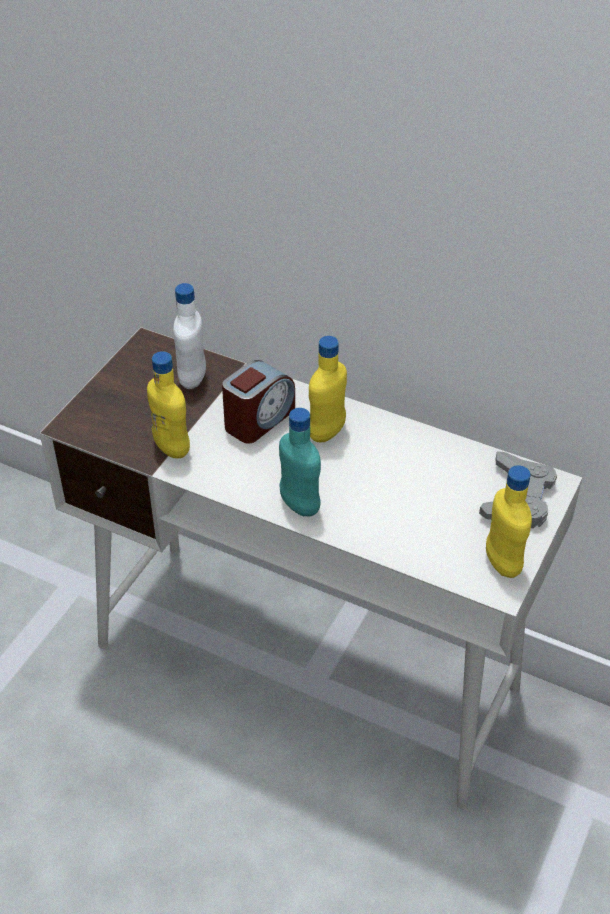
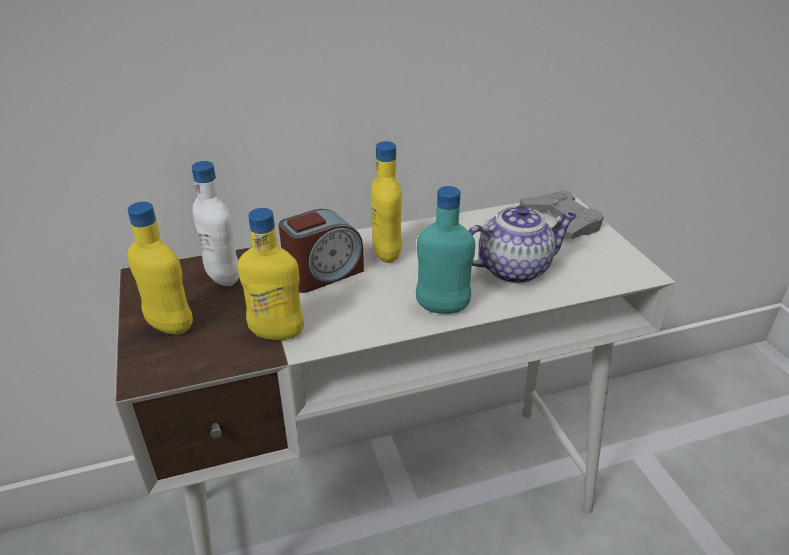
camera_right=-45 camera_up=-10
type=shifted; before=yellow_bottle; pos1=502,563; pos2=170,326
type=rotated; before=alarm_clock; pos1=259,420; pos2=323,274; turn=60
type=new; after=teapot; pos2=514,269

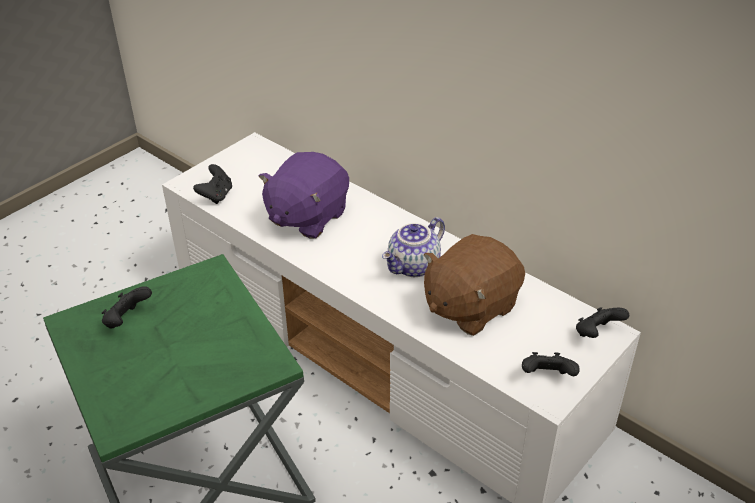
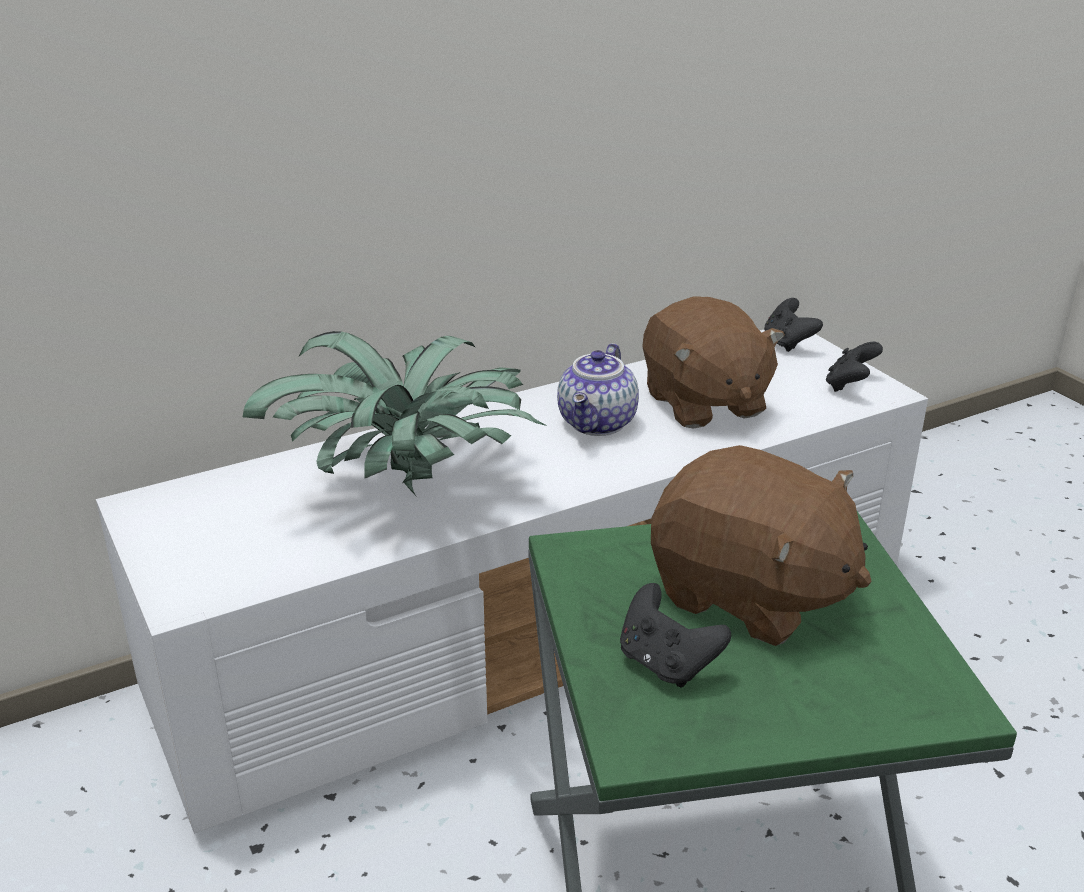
camera_right=-70 camera_up=-10
type=swapped; before=purple_plush_toy; after=potted_plant; pos1=306,217; pos2=410,488
type=rotated; before=teapot; pos1=414,267; pos2=599,424; turn=45
type=new; after=brown_plush_toy; pos2=750,595
type=gone; before=black_game_controller; pos1=216,195

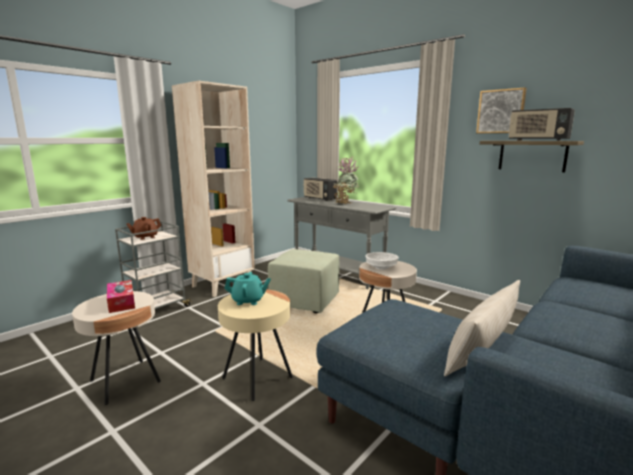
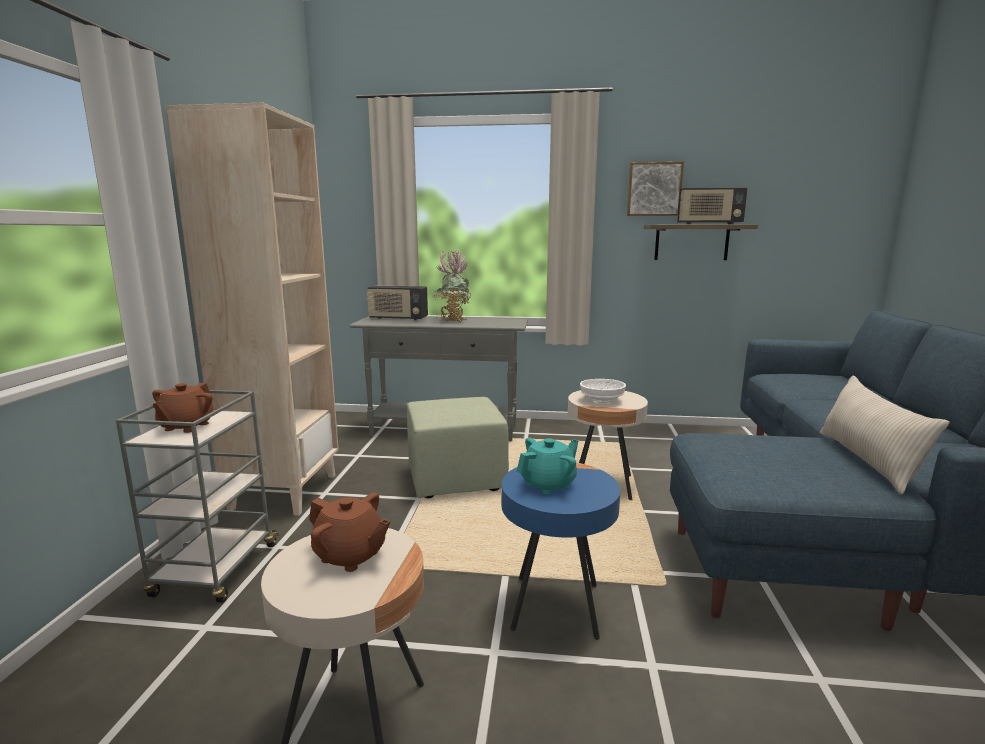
camera_right=-35 camera_up=0
type=swapped; before=tissue_box; after=brown_teapot; pos1=121,302; pos2=350,556
type=repainted; before=beige_side_table; after=blue_side_table; pos1=257,378; pos2=556,606

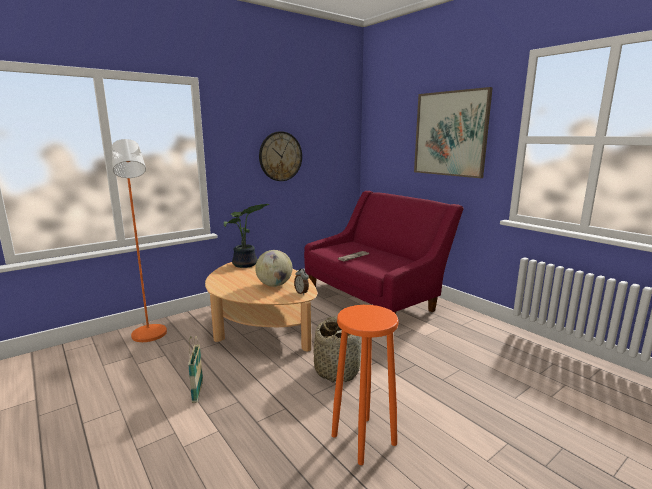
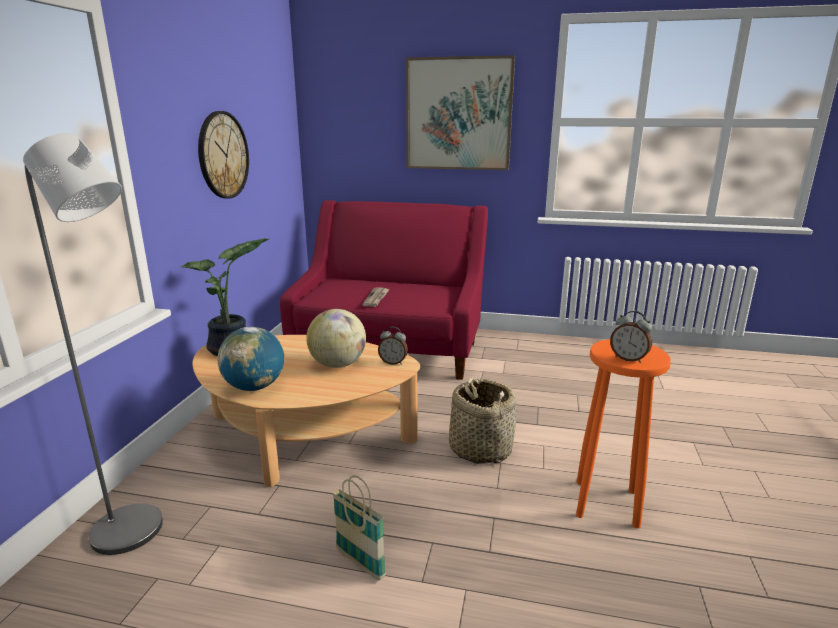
camera_right=-40 camera_up=5
type=repainted; before=orange_floor_lamp; after=grey_floor_lamp; pos1=150,337; pos2=137,533
type=new; after=globe; pos2=254,387
type=new; after=alarm_clock; pos2=628,358

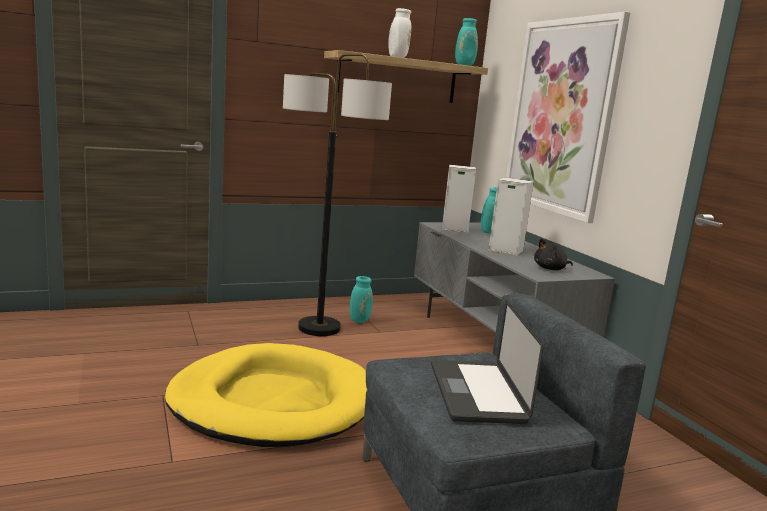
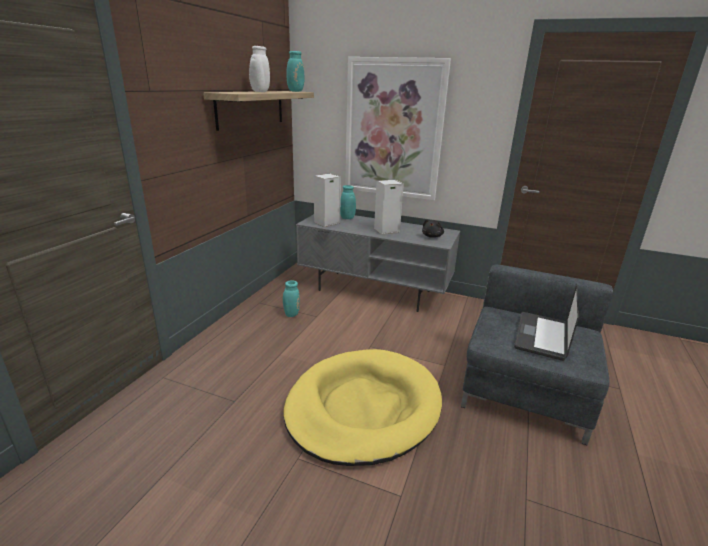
camera_right=-45 camera_up=10
type=rotated; before=laptop; pos1=476,392; pos2=541,336; turn=75
type=gone; before=floor_lamp; pos1=319,328

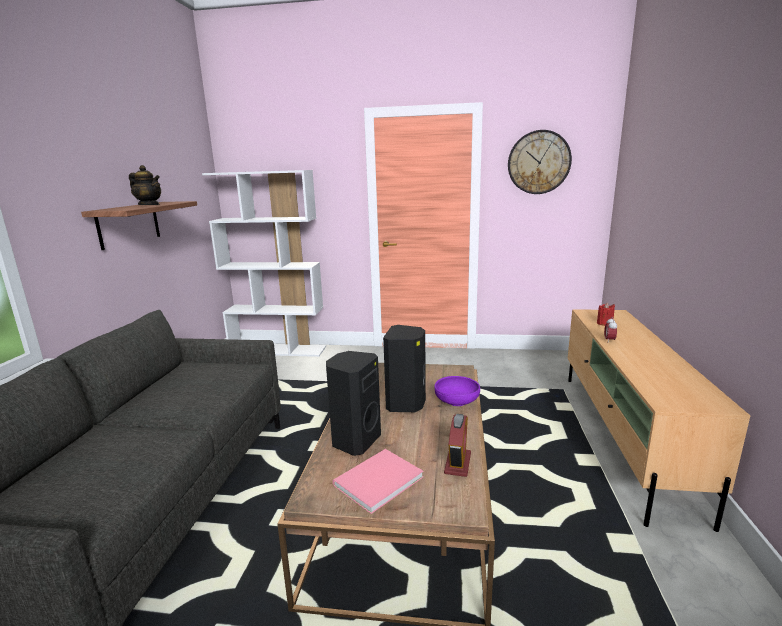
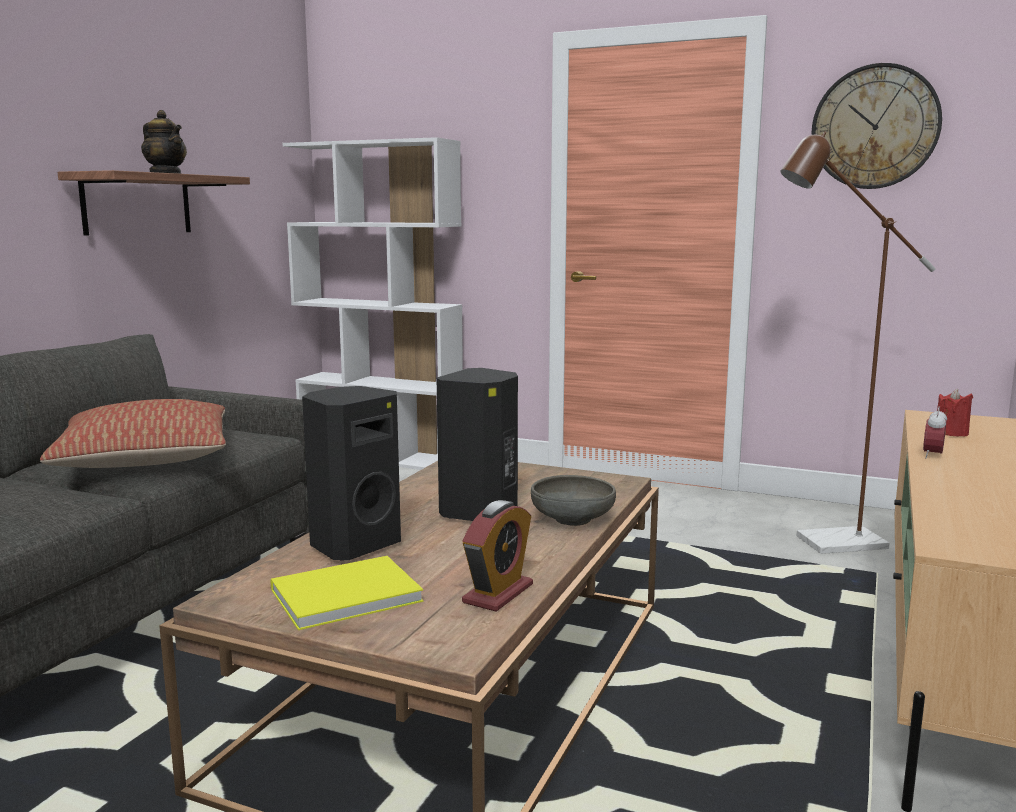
camera_right=15 camera_up=-5
type=new; after=pillow; pos2=145,459
type=repainted; before=pink_book; after=yellow_book; pos1=375,481; pos2=341,595
type=repainted; before=purple_bowl; after=grey_bowl; pos1=456,402; pos2=572,519
type=new; after=brown_floor_lamp; pos2=827,543

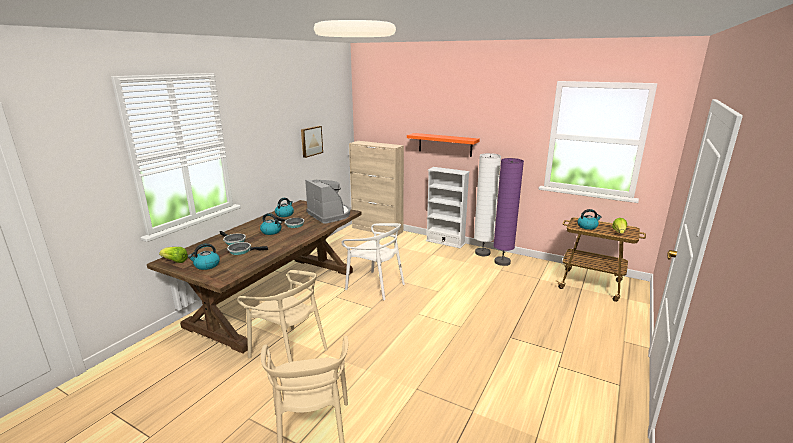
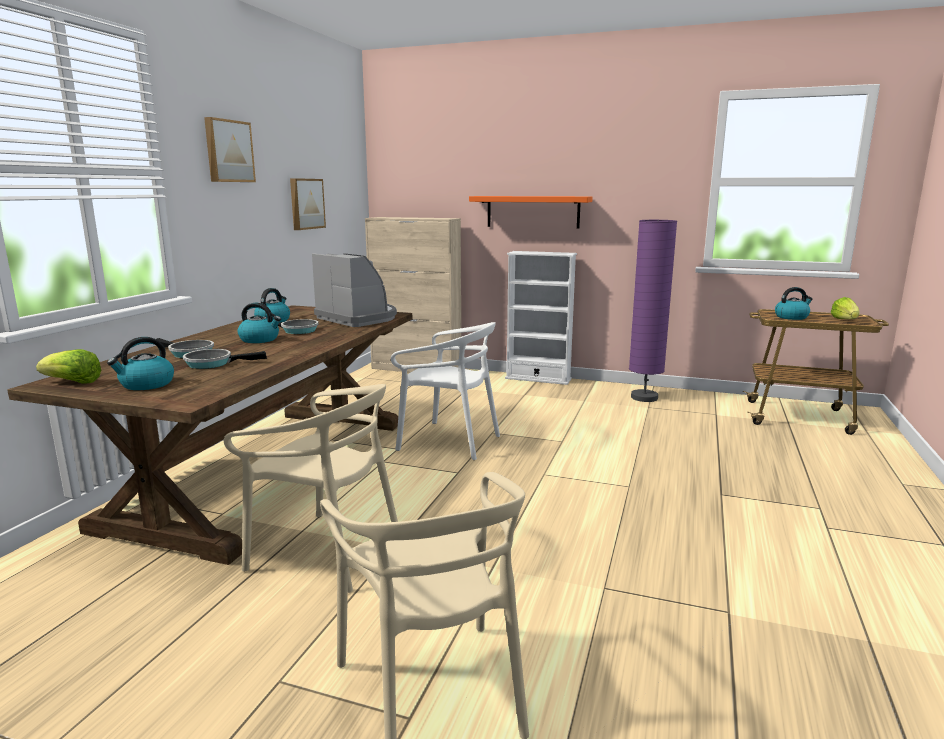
camera_right=-10 camera_up=-5
type=new; after=picture; pos2=228,151
type=gone; before=white_floor_lamp; pos1=482,253

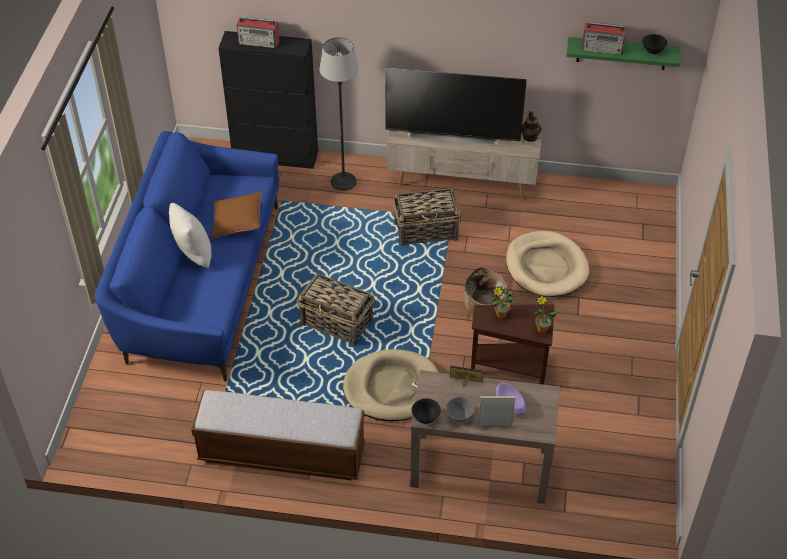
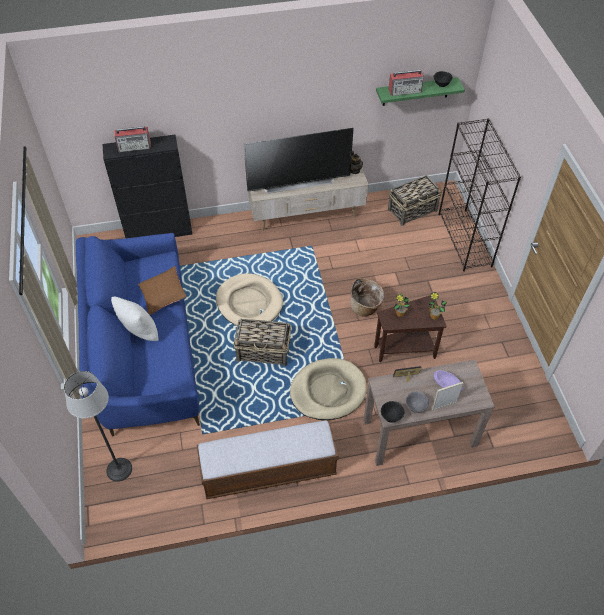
camera_right=-20 camera_up=5
type=shifted; before=floor_lamp; pos1=343,181; pos2=119,469
type=shifted; before=beige_dog_bed; pos1=546,267; pos2=249,302
type=shifted; before=basket; pos1=426,231; pos2=413,210
type=new; after=black_bookcase; pos2=465,240

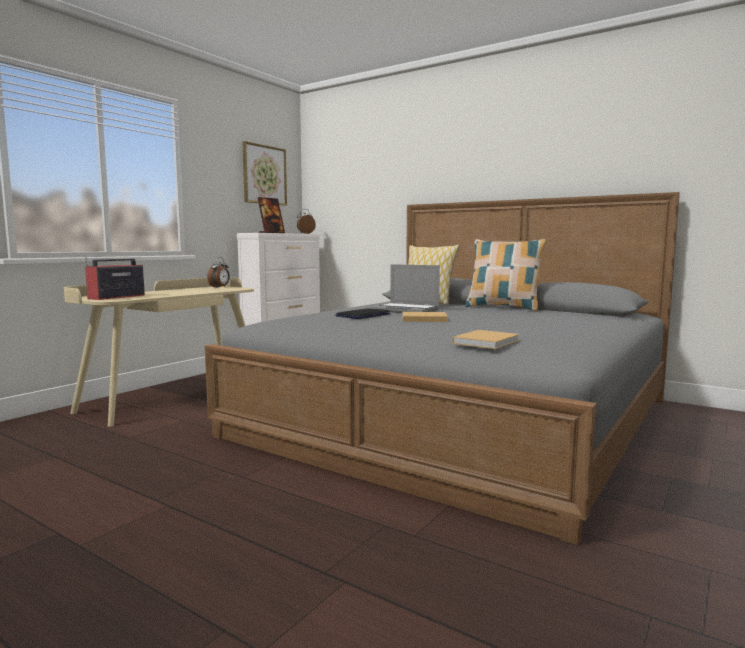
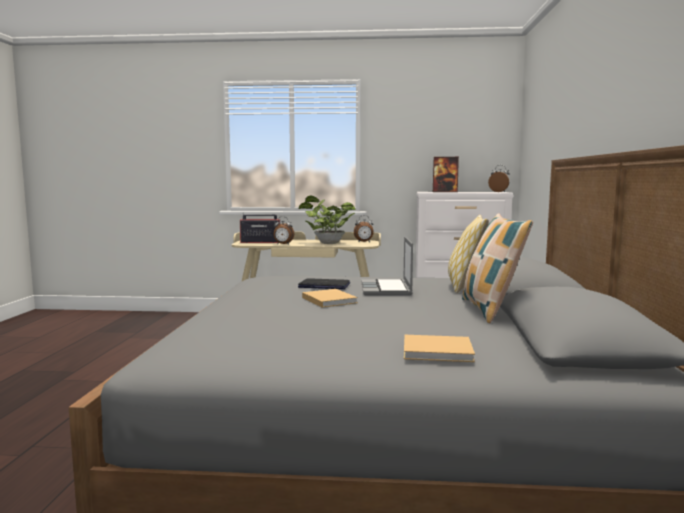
camera_right=60 camera_up=0
type=new; after=alarm_clock; pos2=283,244
type=new; after=potted_plant; pos2=327,243
type=shifted; before=beige_book; pos1=487,341; pos2=439,351
type=gone; before=picture; pos1=264,175

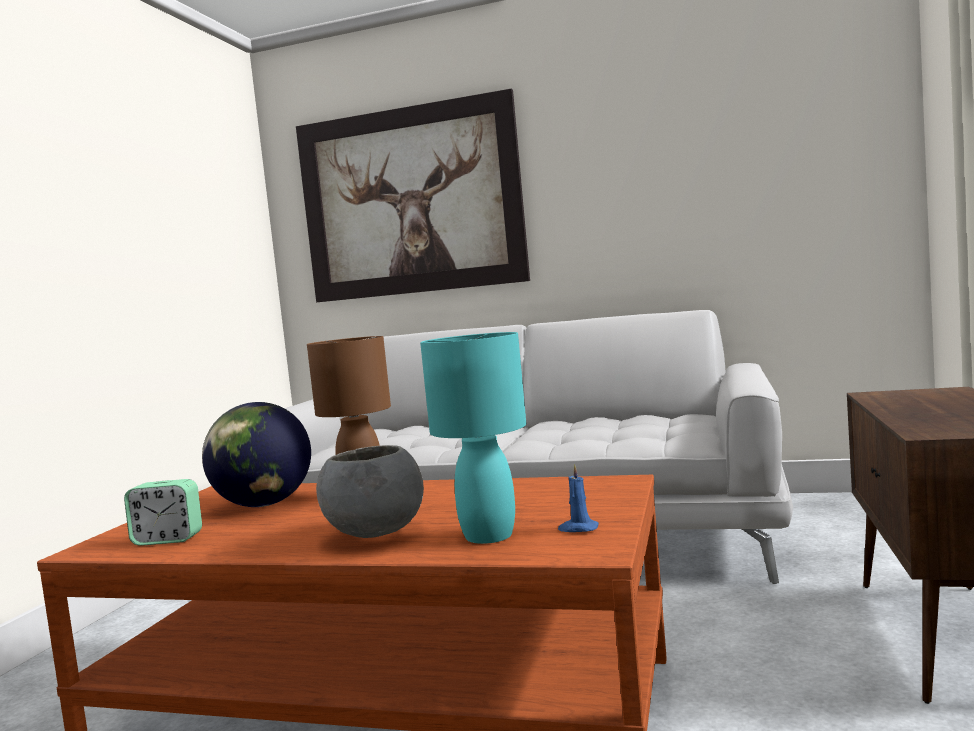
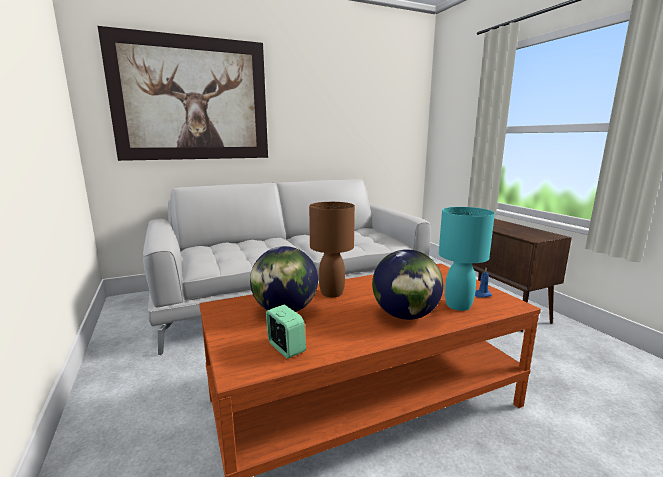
camera_right=-40 camera_up=10
type=rotated; before=alarm_clock; pos1=168,539; pos2=286,348; turn=-90
type=swapped; before=grey_bowl; after=globe; pos1=375,534; pos2=405,315

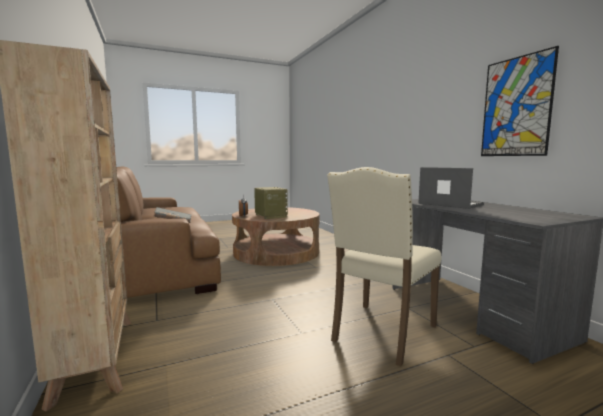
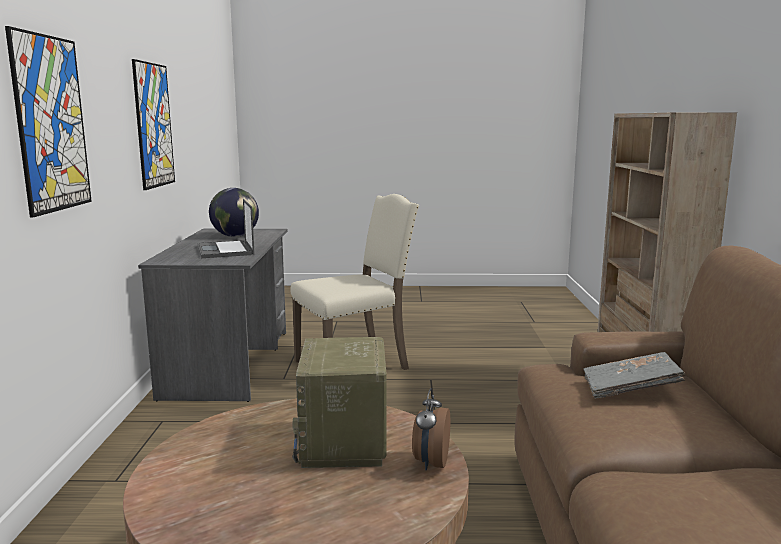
camera_right=-155 camera_up=5
type=new; after=picture; pos2=51,124
type=new; after=globe; pos2=235,236

